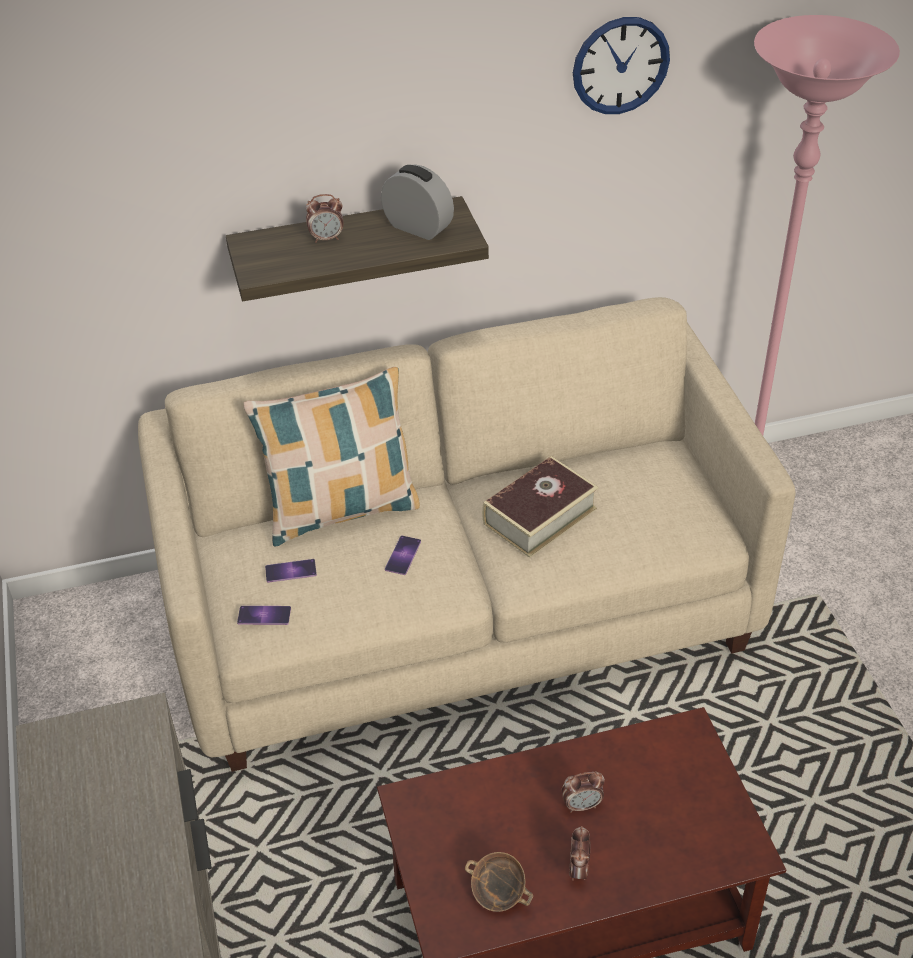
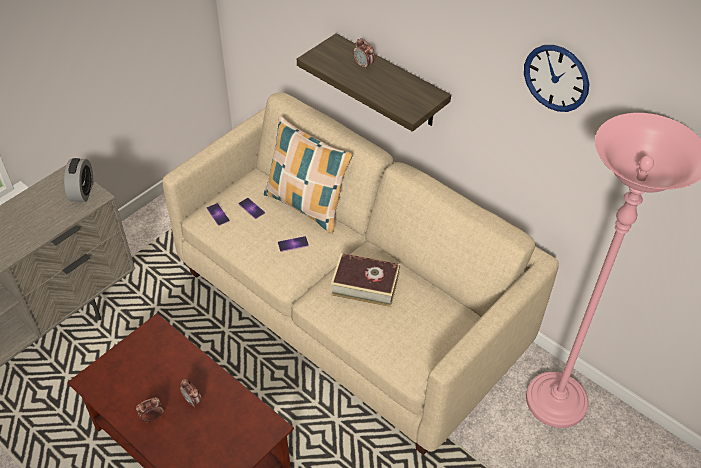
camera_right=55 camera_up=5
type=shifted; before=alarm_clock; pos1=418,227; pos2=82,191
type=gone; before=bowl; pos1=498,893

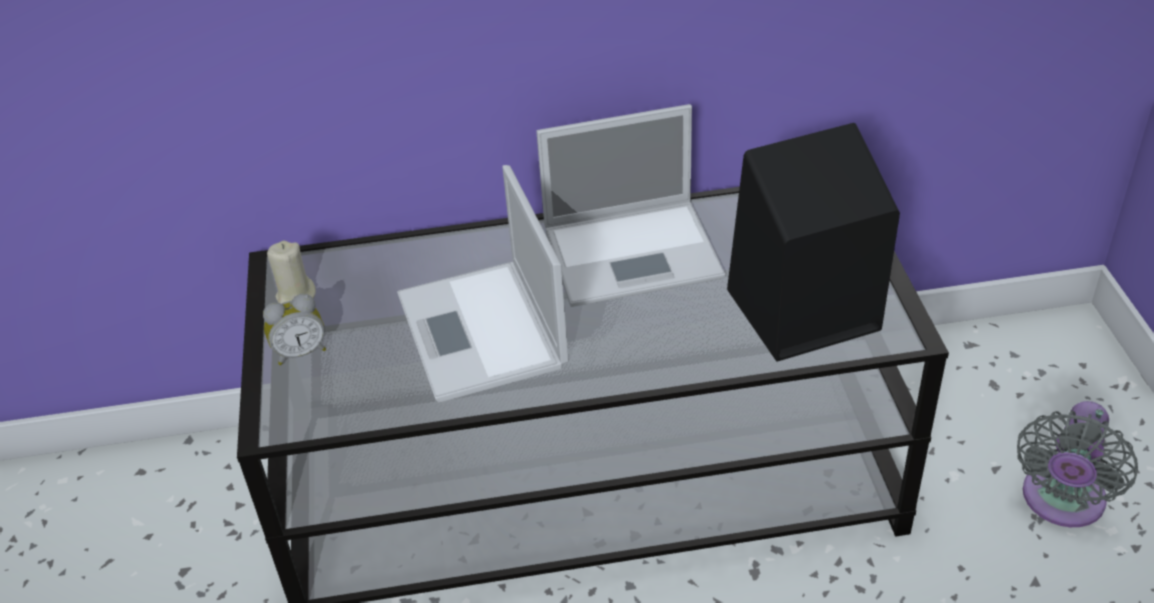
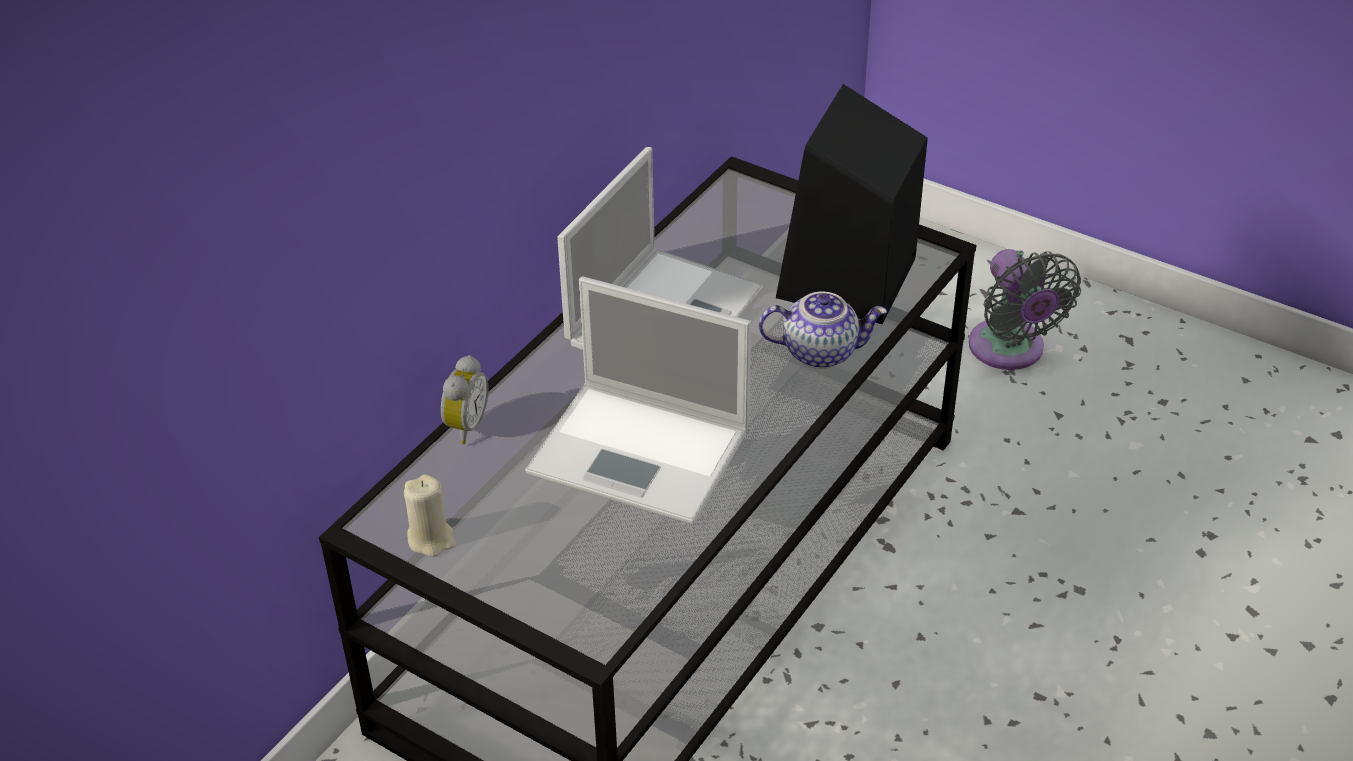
camera_right=-50 camera_up=0
type=shifted; before=alarm_clock; pos1=300,352; pos2=464,426
type=new; after=teapot; pos2=821,351

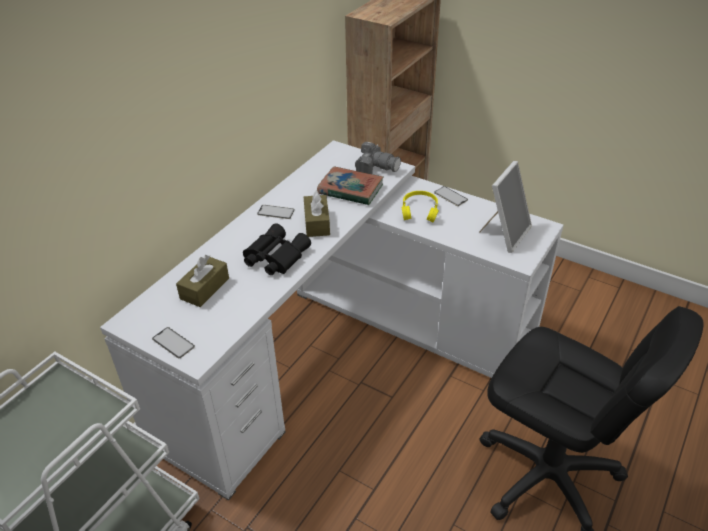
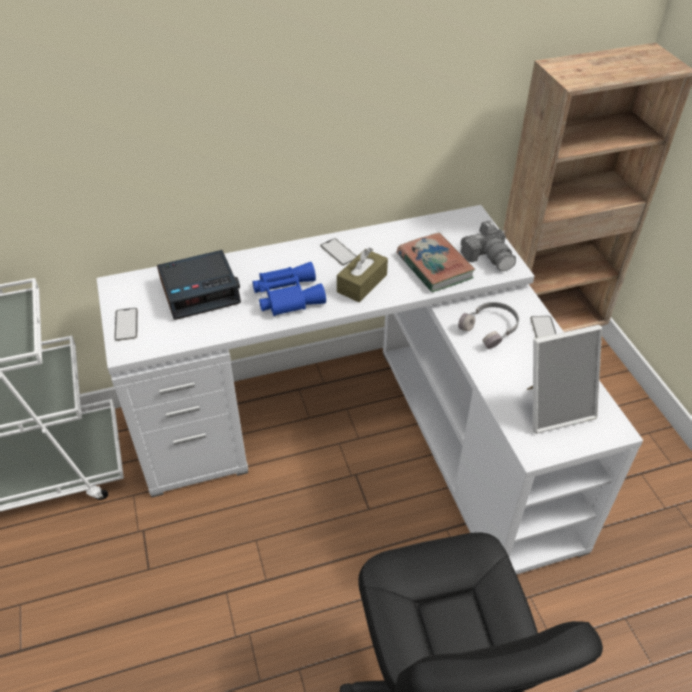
camera_right=40 camera_up=5
type=swapped; before=brown_tissue_box; after=alarm_clock; pos1=205,288; pos2=200,291
type=repainted; before=black_binoculars; after=blue_binoculars; pos1=274,257; pos2=287,295
type=repainted; before=yellow_headphones; after=grey_headphones; pos1=420,211; pos2=491,329

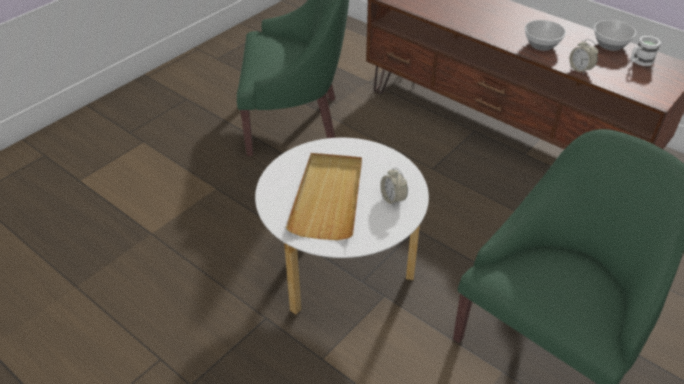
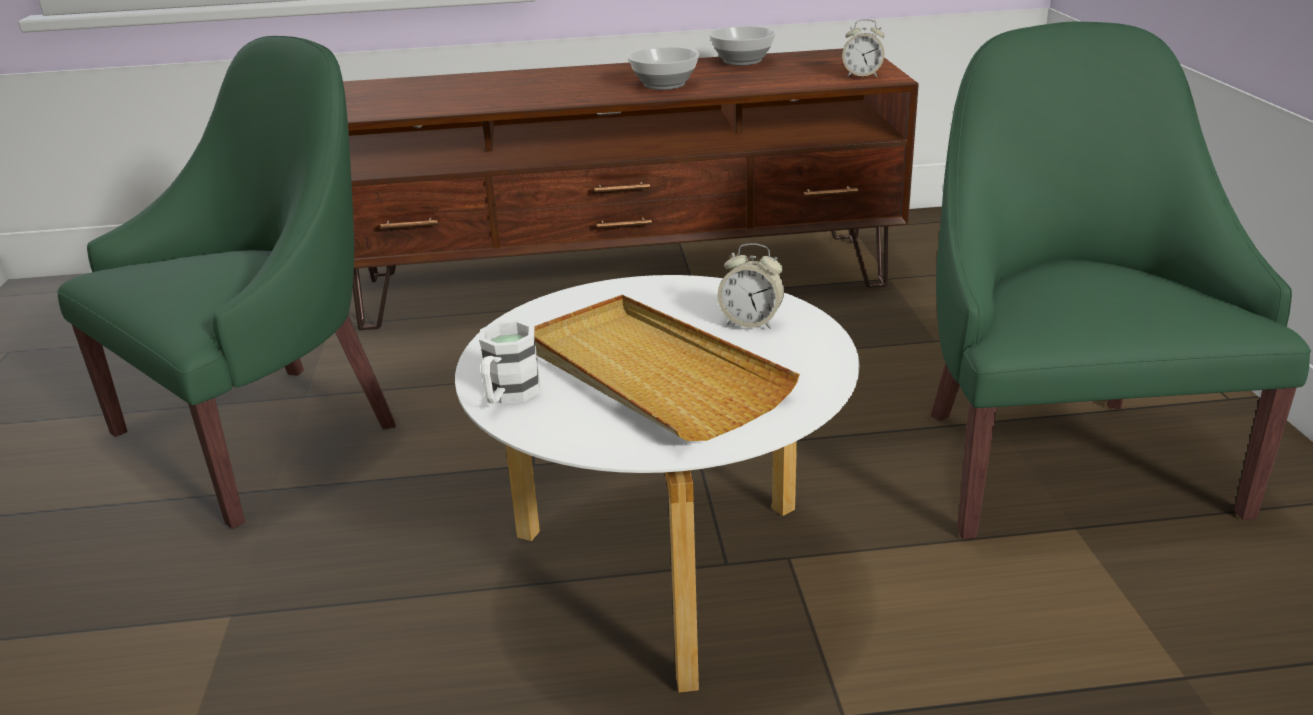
camera_right=-45 camera_up=-15
type=shifted; before=white_mug; pos1=639,61; pos2=508,395
type=shifted; before=alarm_clock; pos1=580,69; pos2=862,75

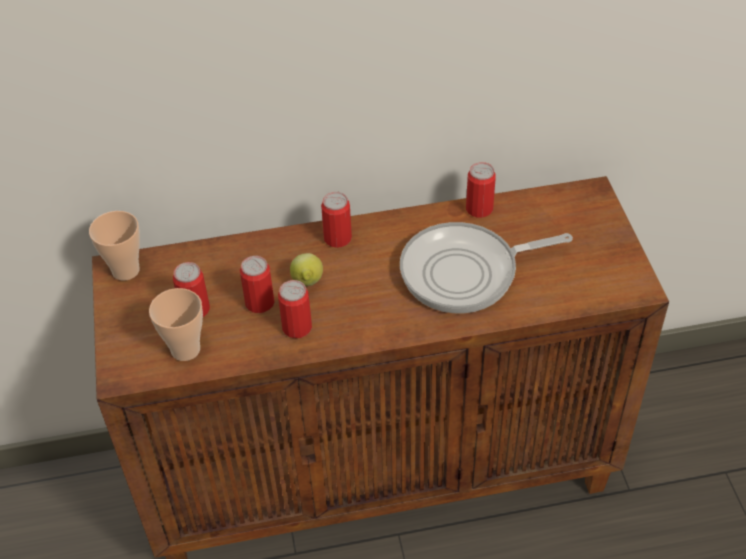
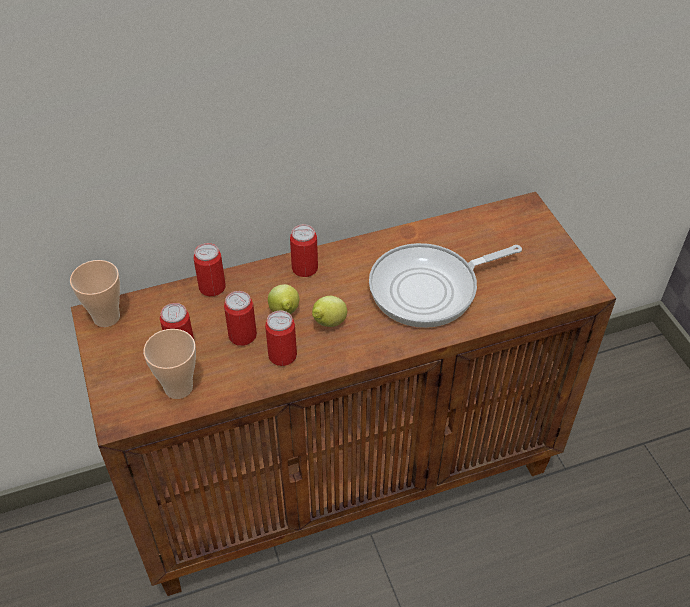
camera_right=-10 camera_up=0
type=shifted; before=can; pos1=479,209; pos2=212,287
type=new; after=lemon; pos2=328,324

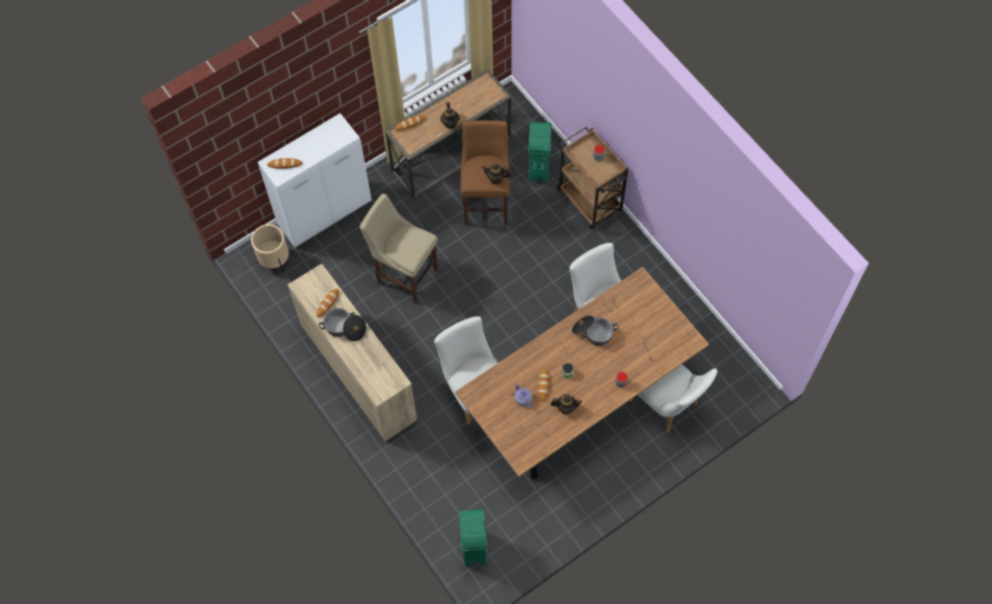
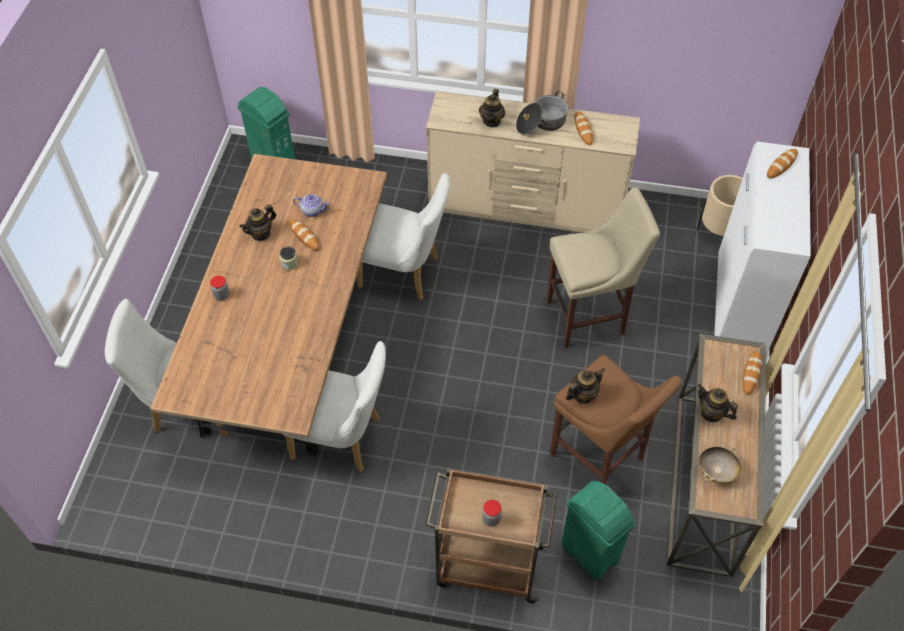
camera_right=135 camera_up=-10
type=new; after=teapot; pos2=492,121
type=new; after=beige_bowl; pos2=717,471
type=gone; before=cooking_pot; pos1=593,333

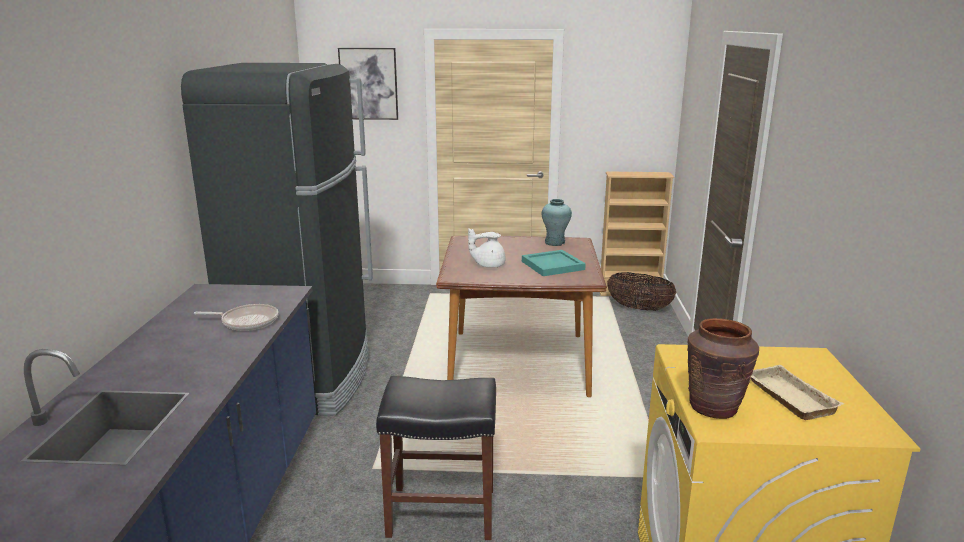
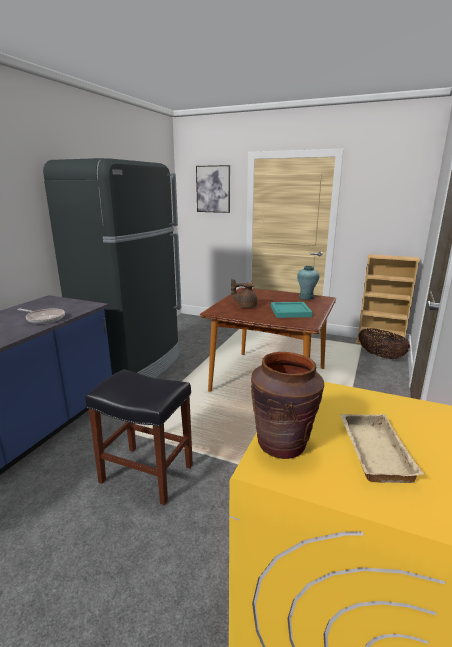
camera_right=20 camera_up=0
type=repainted; before=white_teapot; after=brown_teapot; pos1=488,265; pos2=245,306

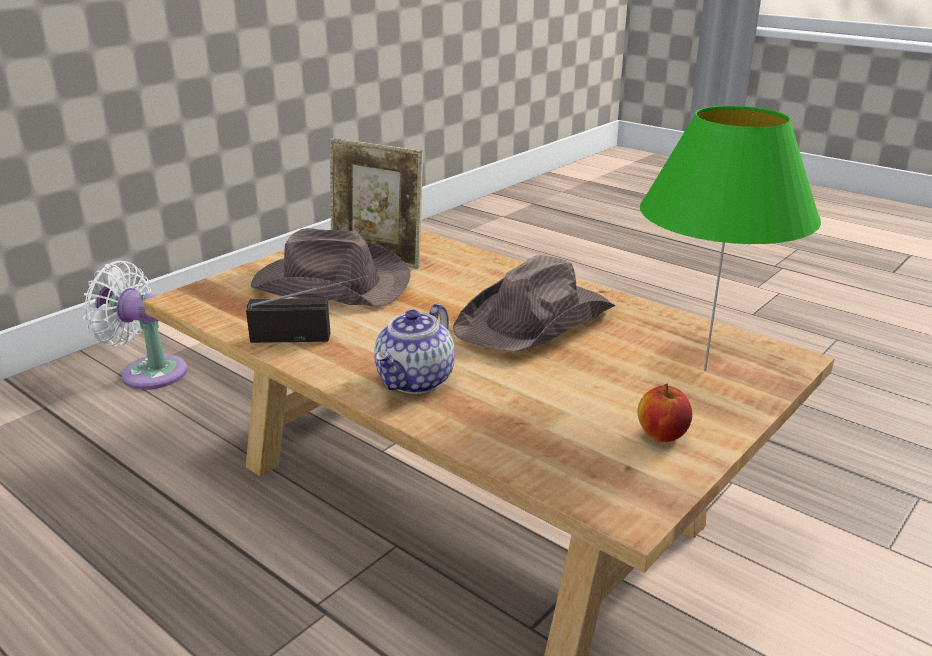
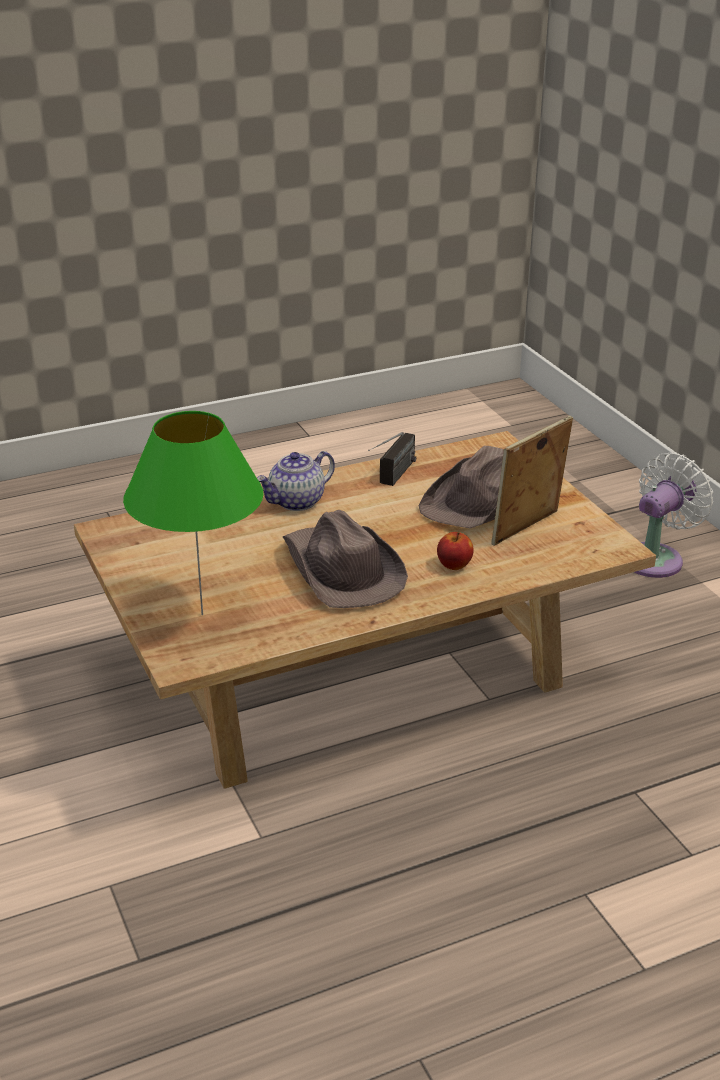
camera_right=115 camera_up=5
type=rotated; before=teapot; pos1=416,381; pos2=296,502; turn=-90
type=shifted; before=apple; pos1=661,435; pos2=454,565

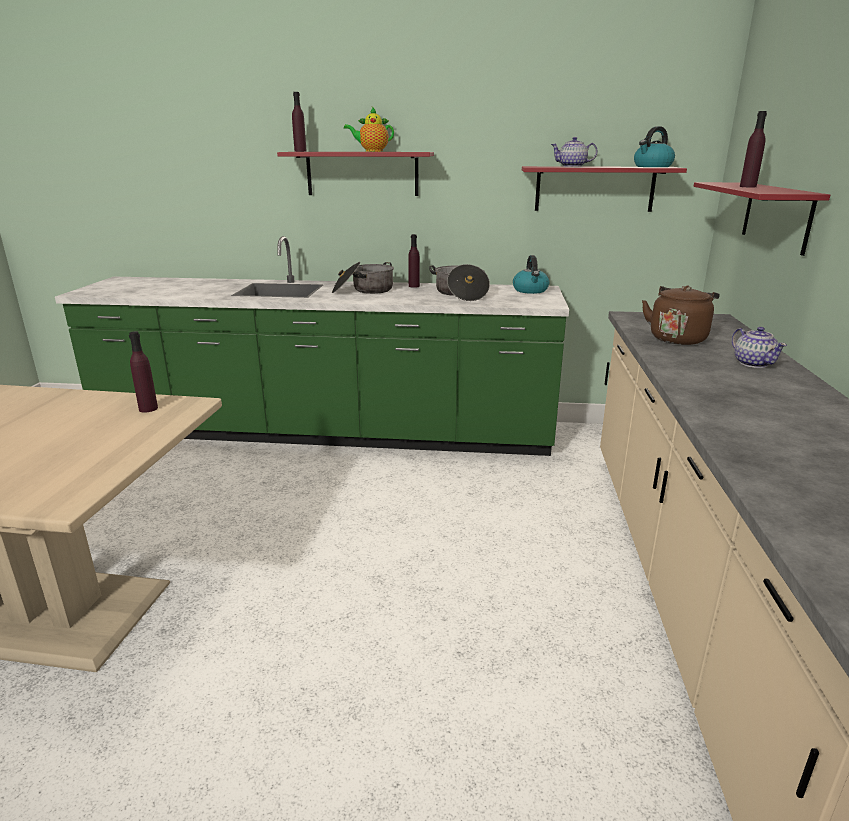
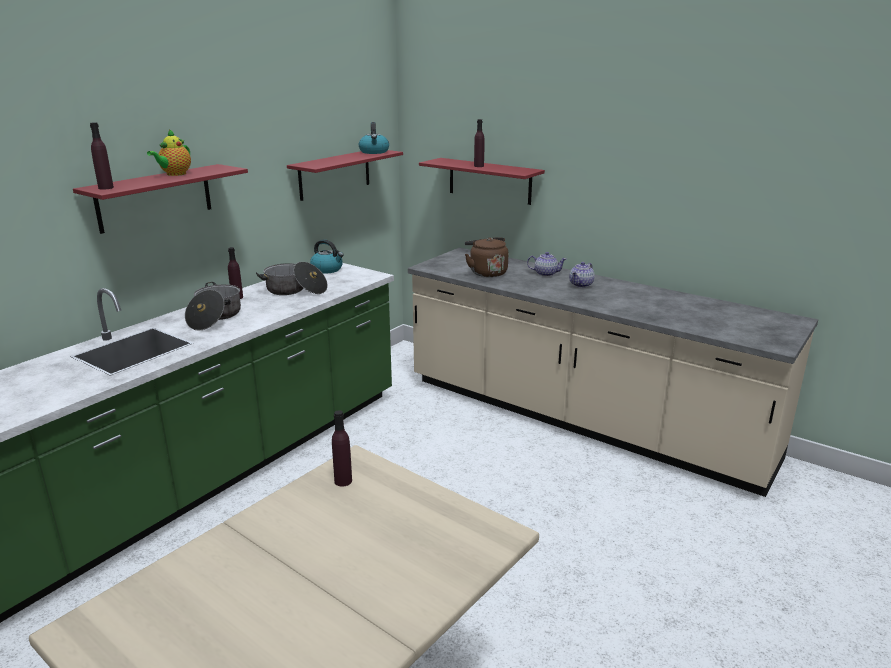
camera_right=-60 camera_up=0
type=shifted; before=teapot; pos1=572,166; pos2=581,285

